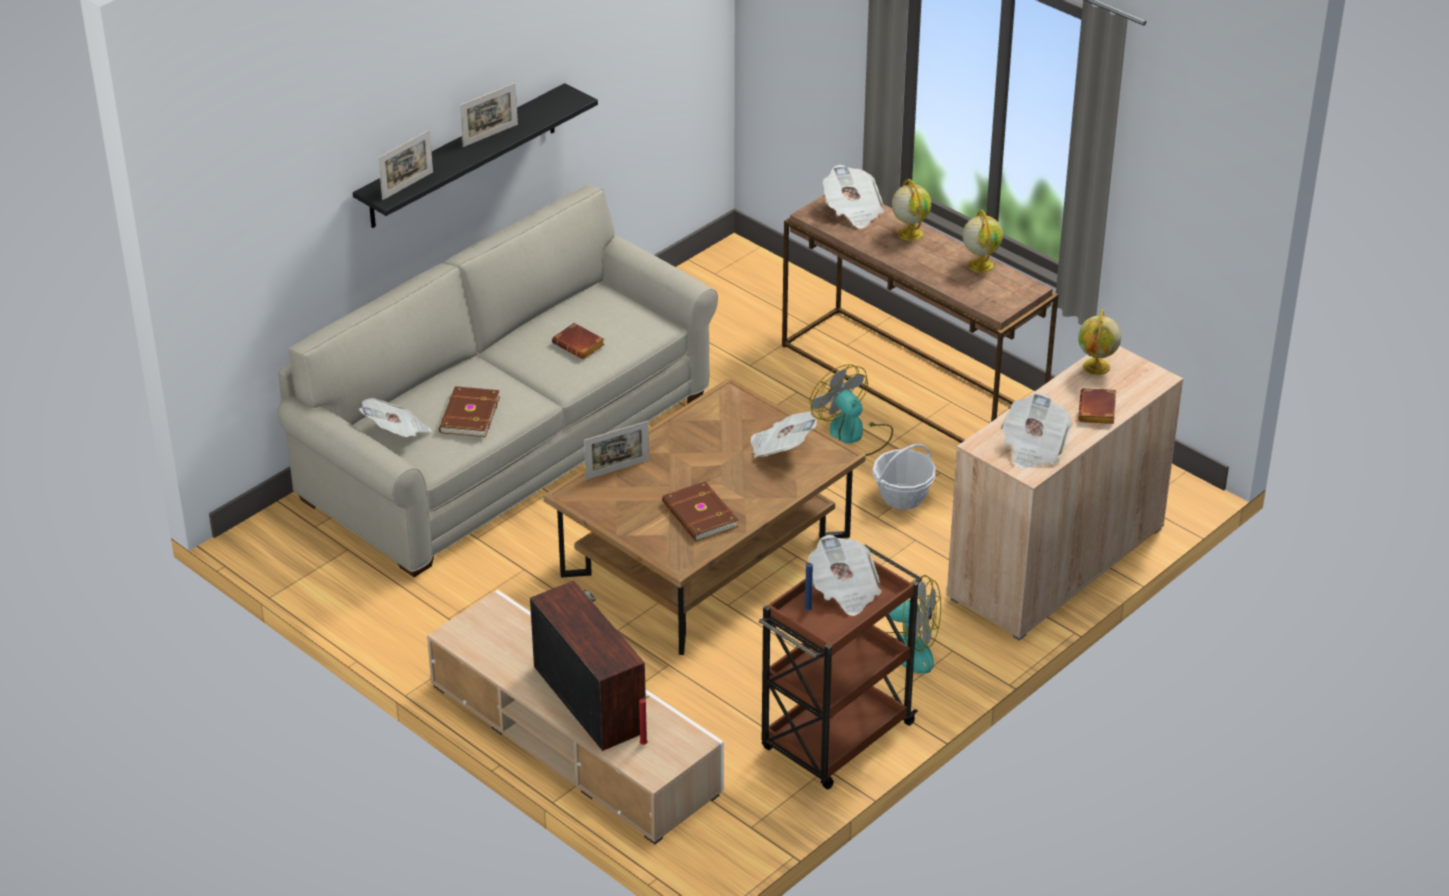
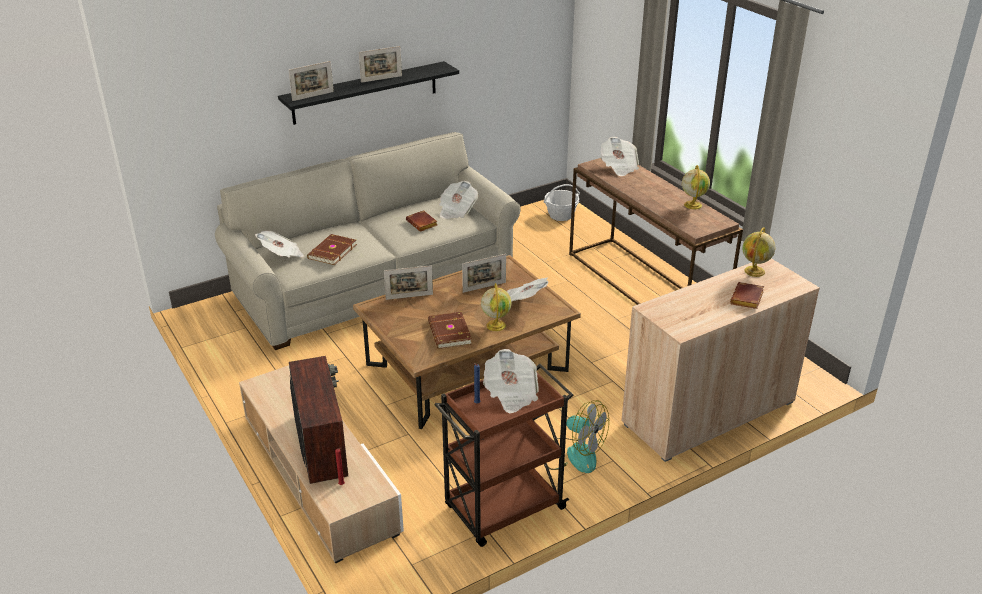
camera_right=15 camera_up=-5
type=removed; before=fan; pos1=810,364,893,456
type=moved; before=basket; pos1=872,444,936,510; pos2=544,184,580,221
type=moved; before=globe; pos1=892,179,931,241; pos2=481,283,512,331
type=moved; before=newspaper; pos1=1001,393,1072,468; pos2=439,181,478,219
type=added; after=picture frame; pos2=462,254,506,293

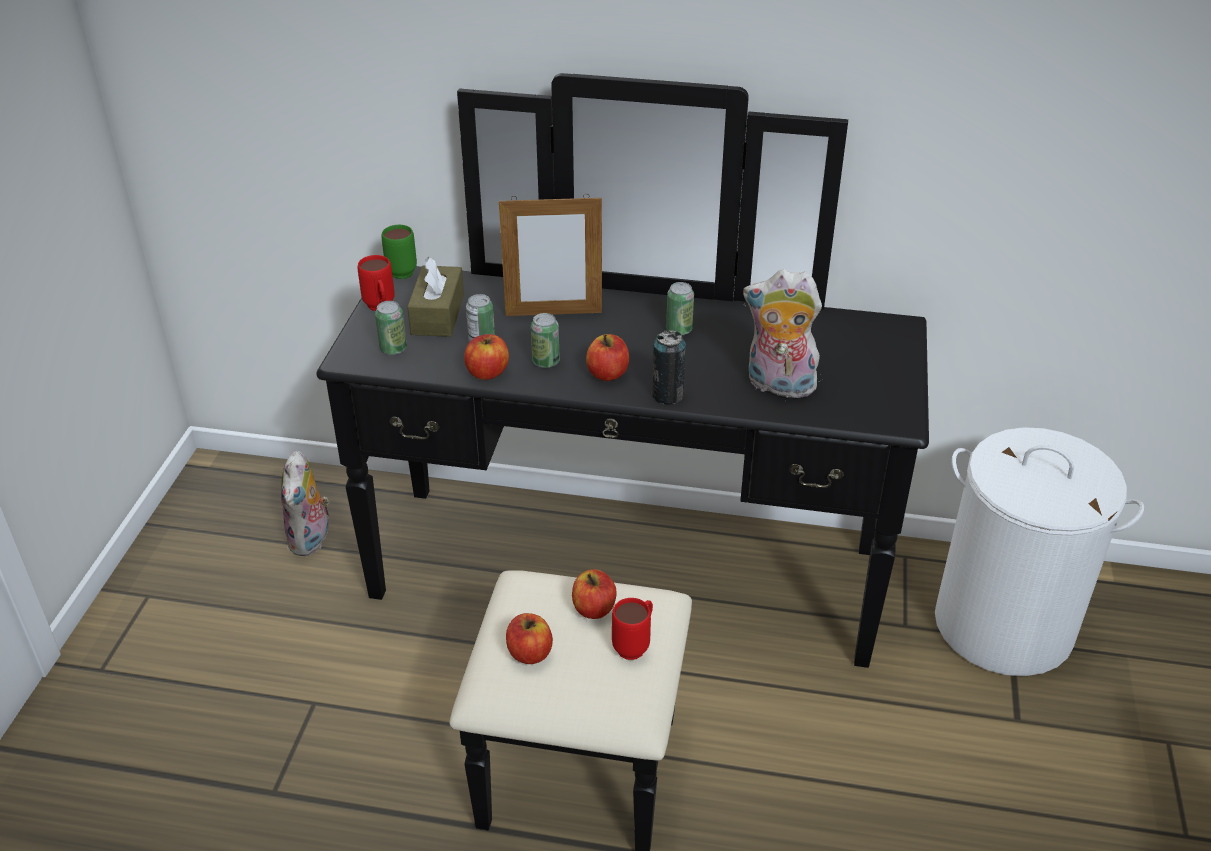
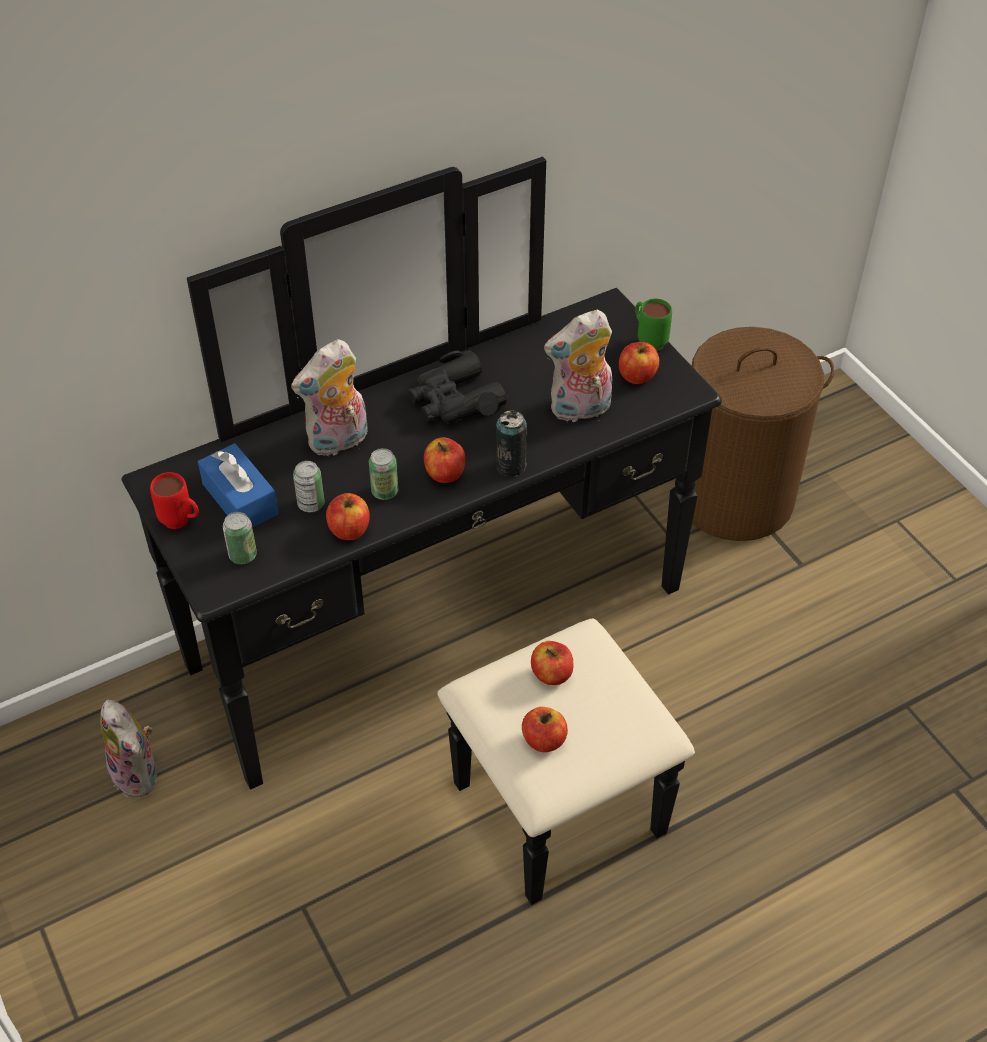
camera_right=-40 camera_up=10
type=moved; before=green mug; pos1=382,225,417,279; pos2=635,299,672,351
type=recoloured; before=brown tissue box; after=blue tissue box; pos1=407,257,464,337; pos2=198,443,279,527
type=replaced; before=picture frame; after=plush toy; pos1=499,194,602,316; pos2=291,340,368,456
type=removed; before=red mug; pos1=612,598,653,660
type=replaced; before=can; after=black binoculars; pos1=666,282,694,335; pos2=408,350,508,423
type=recoloured; before=white laundry basket; after=brown laundry basket; pos1=935,427,1144,676; pos2=692,327,834,541
type=added; after=apple; pos2=619,342,659,384

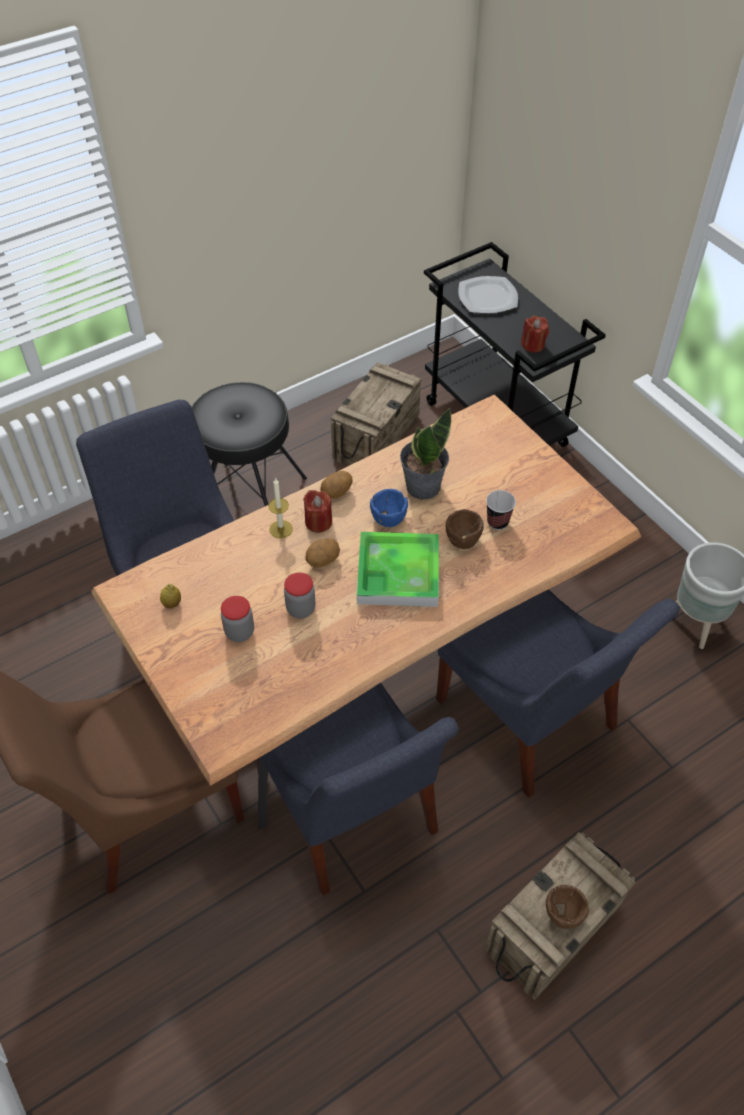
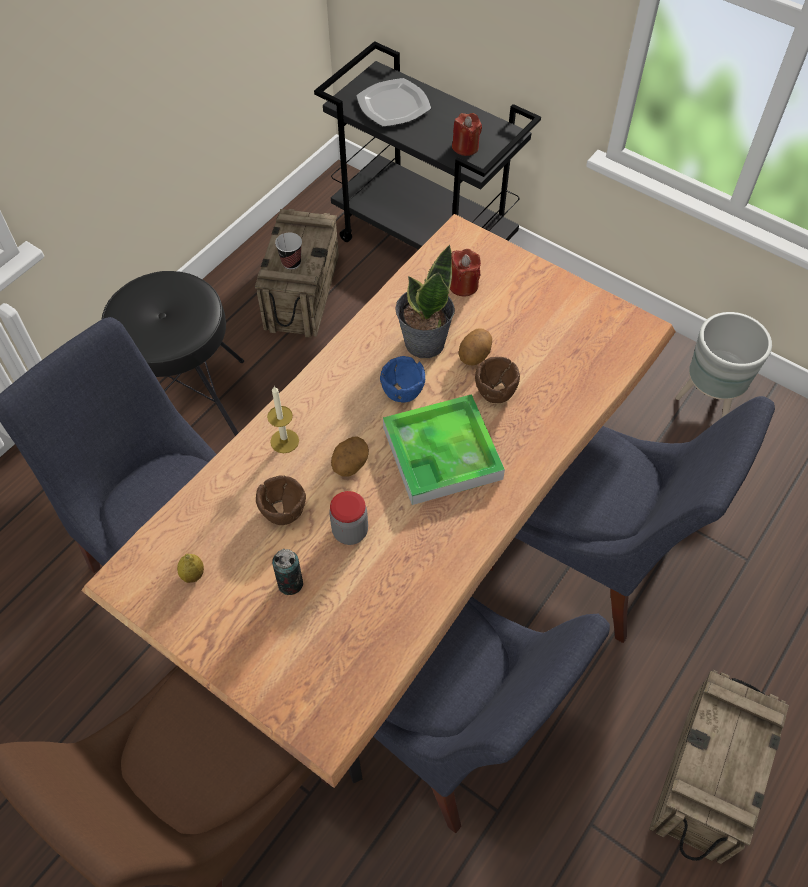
camera_right=-20 camera_up=5
type=replaced; before=jar; after=can; pos1=221,596,254,642; pos2=272,549,303,595
type=moved; before=red candle; pos1=303,490,332,533; pos2=450,249,481,297
type=moved; before=potato; pos1=320,471,352,499; pos2=459,329,492,365
type=moved; before=cup; pos1=486,490,516,530; pos2=275,233,302,269
type=moved; before=brown bowl; pos1=546,885,589,929; pos2=256,475,306,525

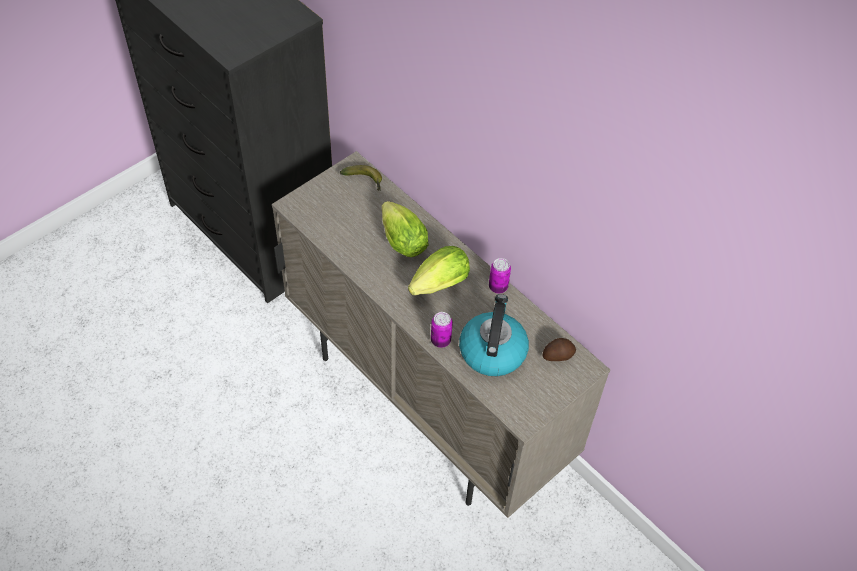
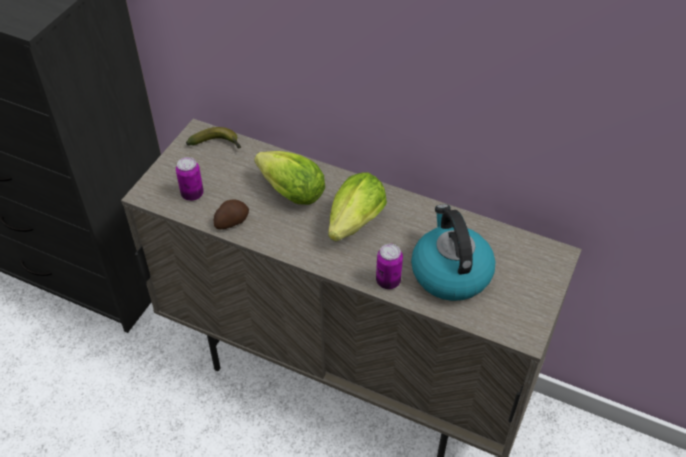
camera_right=-20 camera_up=-5
type=moved; before=can; pos1=489,258,511,294; pos2=176,157,204,201
type=moved; before=potato; pos1=542,338,576,361; pos2=214,199,249,230

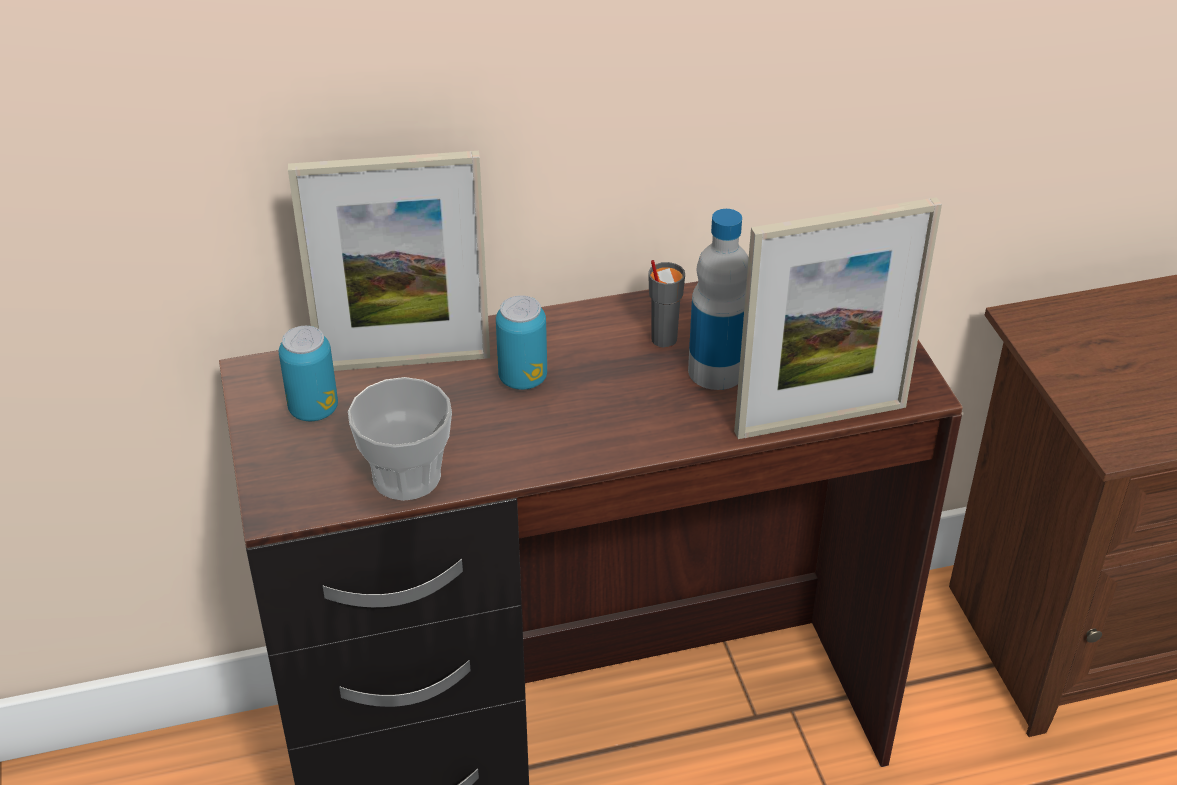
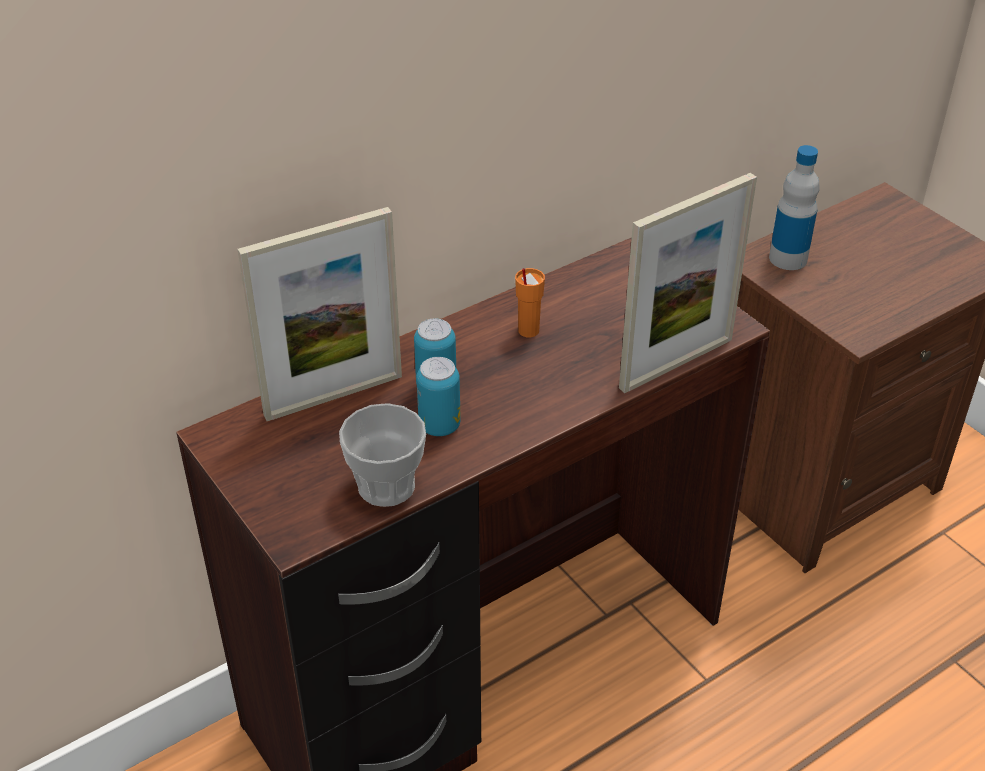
camera_right=-20 camera_up=0
type=moved; before=can; pos1=279,326,338,421; pos2=416,357,461,436
type=recoloured; before=grey cup; after=orange cup; pos1=648,260,685,347; pos2=515,268,545,337
type=moved; before=bottle; pos1=688,209,748,390; pos2=769,145,820,270

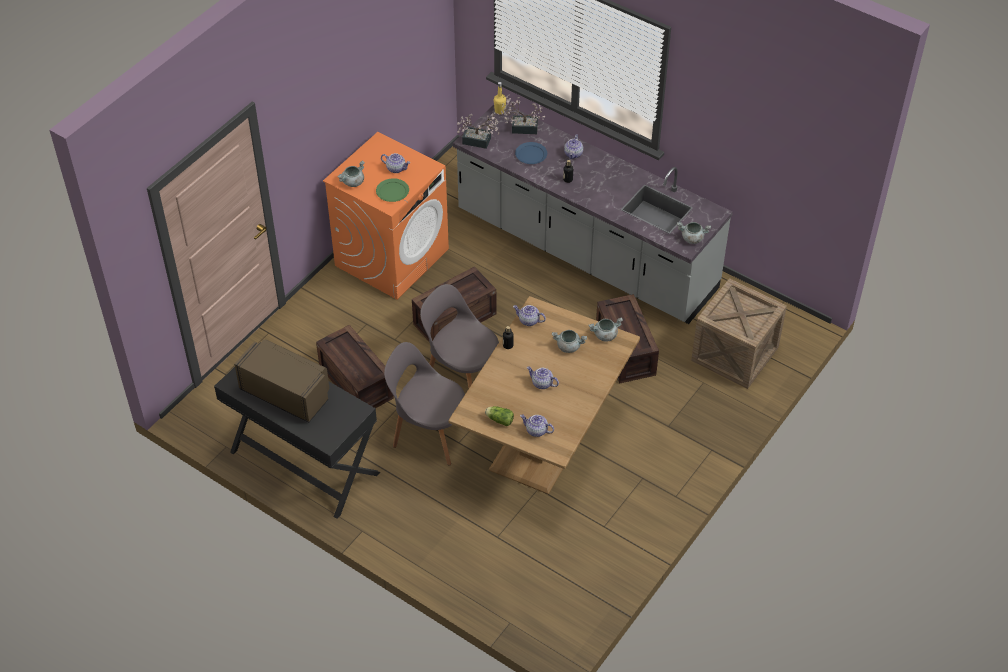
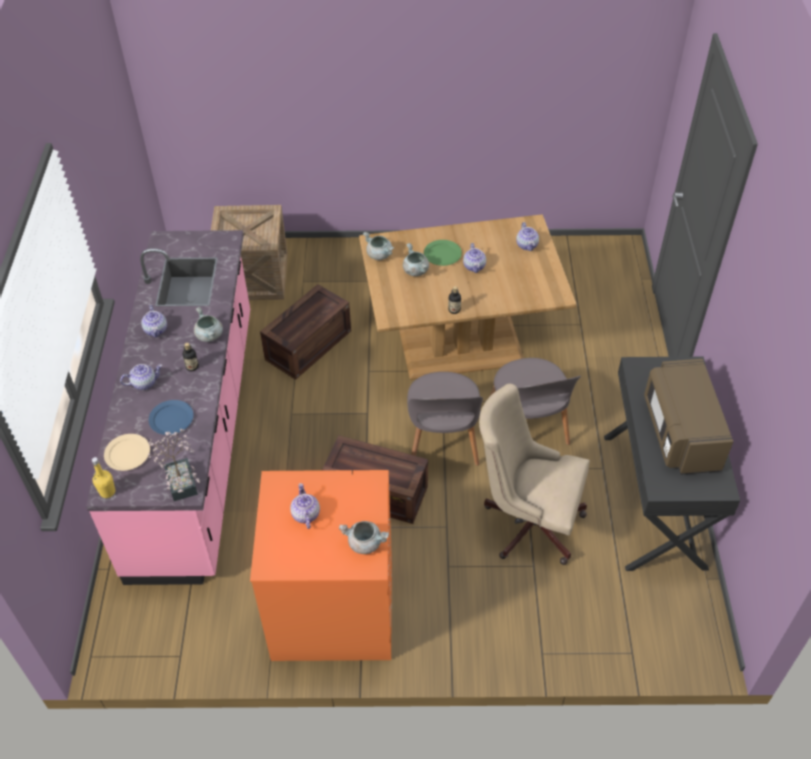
camera_right=-125 camera_up=0
type=replaced; before=crate; after=beige office chair; pos1=316,325,394,408; pos2=479,384,590,565
type=moved; before=green plate; pos1=376,178,409,202; pos2=424,240,462,266
type=recoloured; before=grey counter; after=pink counter; pos1=453,105,733,324; pos2=86,230,250,585
type=removed; before=lettuce; pos1=485,406,514,426
type=replaced; before=potted plant; after=beige plate; pos1=501,95,545,134; pos2=104,434,150,471
type=moved; before=teapot; pos1=513,305,546,326; pos2=141,305,167,338
type=moved; before=grey cooking pot; pos1=677,222,711,244; pos2=194,307,223,342

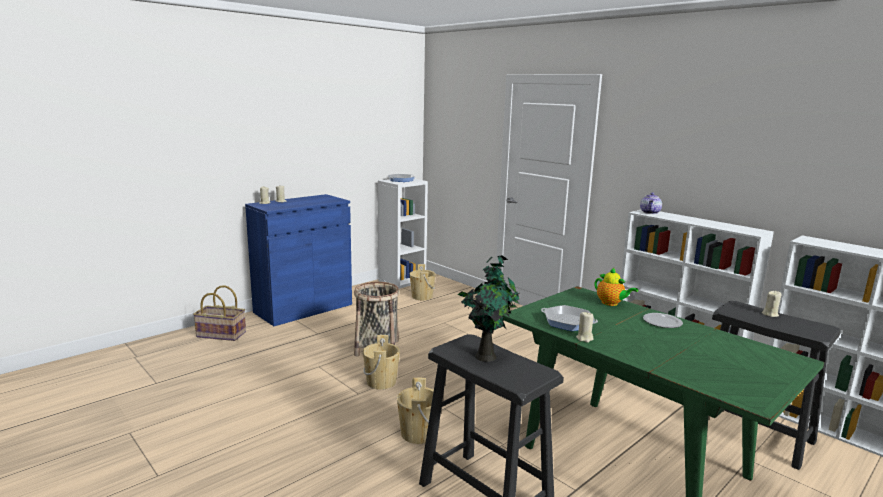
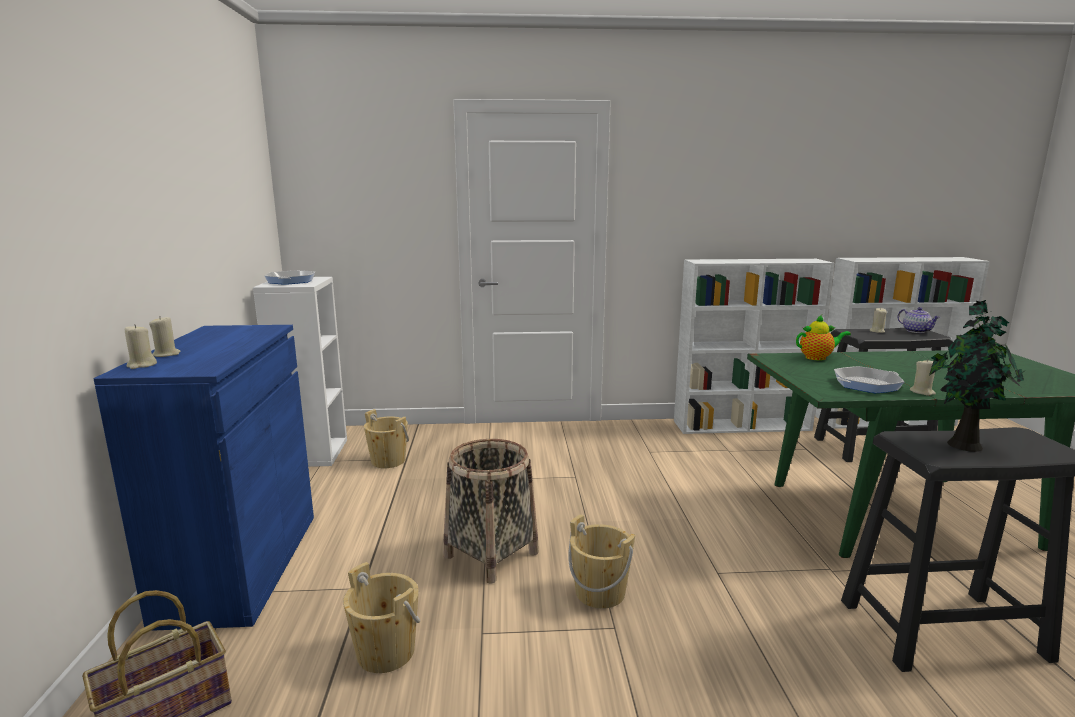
camera_right=-50 camera_up=0
type=moved; before=beige bucket; pos1=397,378,434,444; pos2=343,562,420,673
type=moved; before=teapot; pos1=640,192,662,214; pos2=897,307,940,333
type=removed; before=plate; pos1=643,313,683,328

